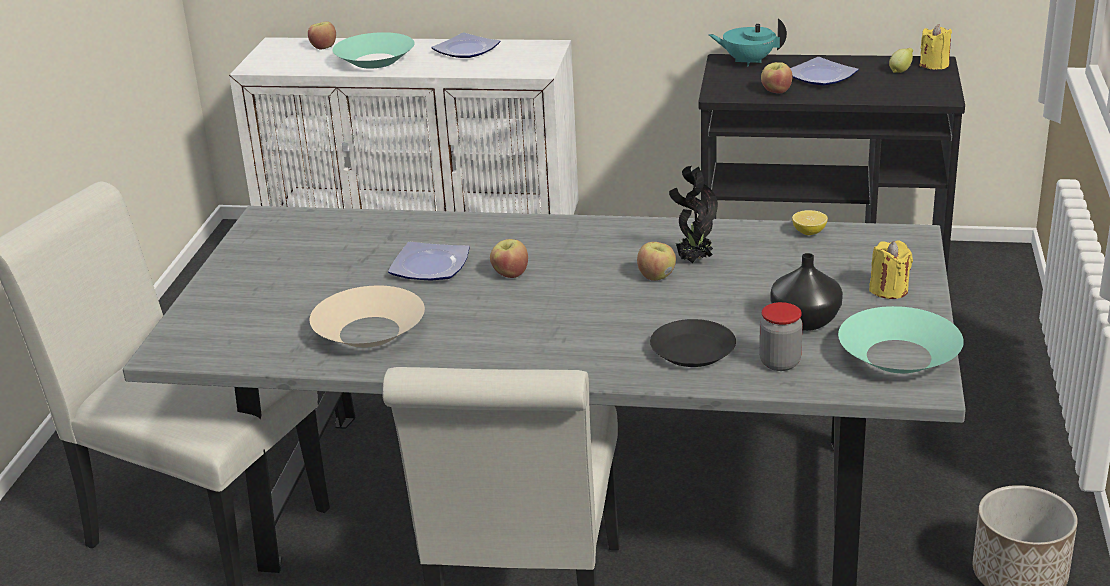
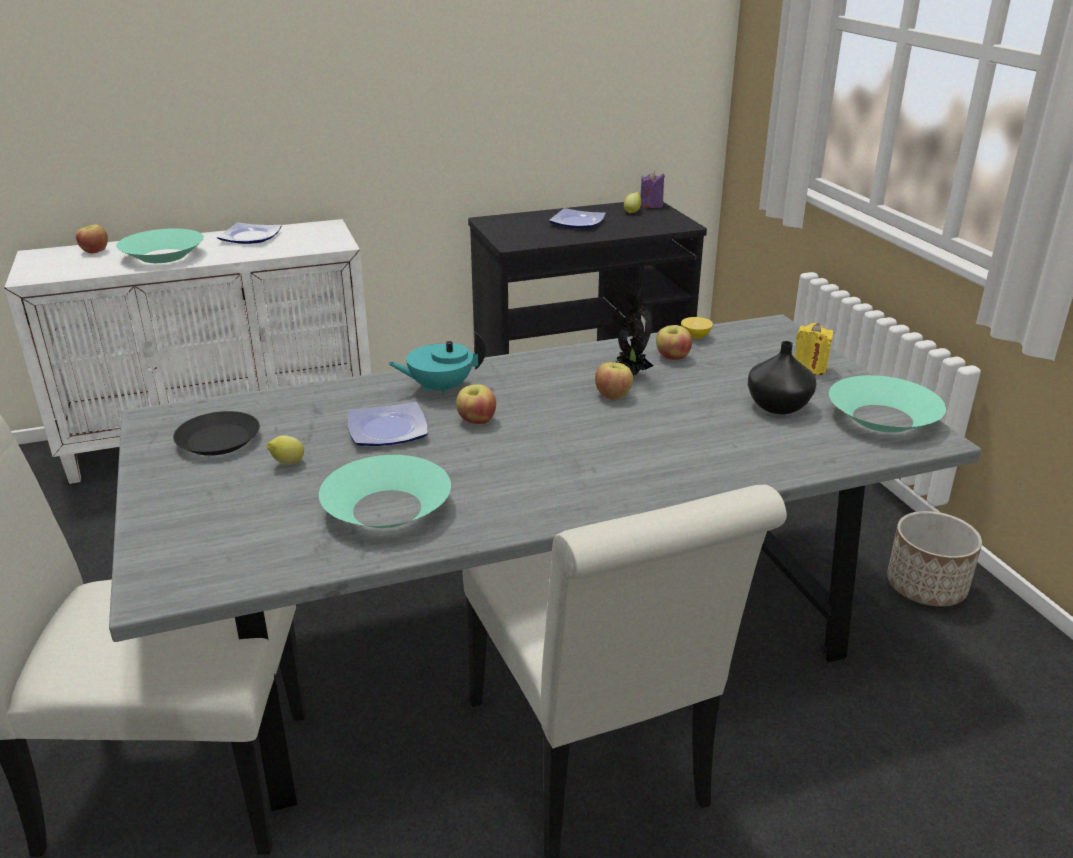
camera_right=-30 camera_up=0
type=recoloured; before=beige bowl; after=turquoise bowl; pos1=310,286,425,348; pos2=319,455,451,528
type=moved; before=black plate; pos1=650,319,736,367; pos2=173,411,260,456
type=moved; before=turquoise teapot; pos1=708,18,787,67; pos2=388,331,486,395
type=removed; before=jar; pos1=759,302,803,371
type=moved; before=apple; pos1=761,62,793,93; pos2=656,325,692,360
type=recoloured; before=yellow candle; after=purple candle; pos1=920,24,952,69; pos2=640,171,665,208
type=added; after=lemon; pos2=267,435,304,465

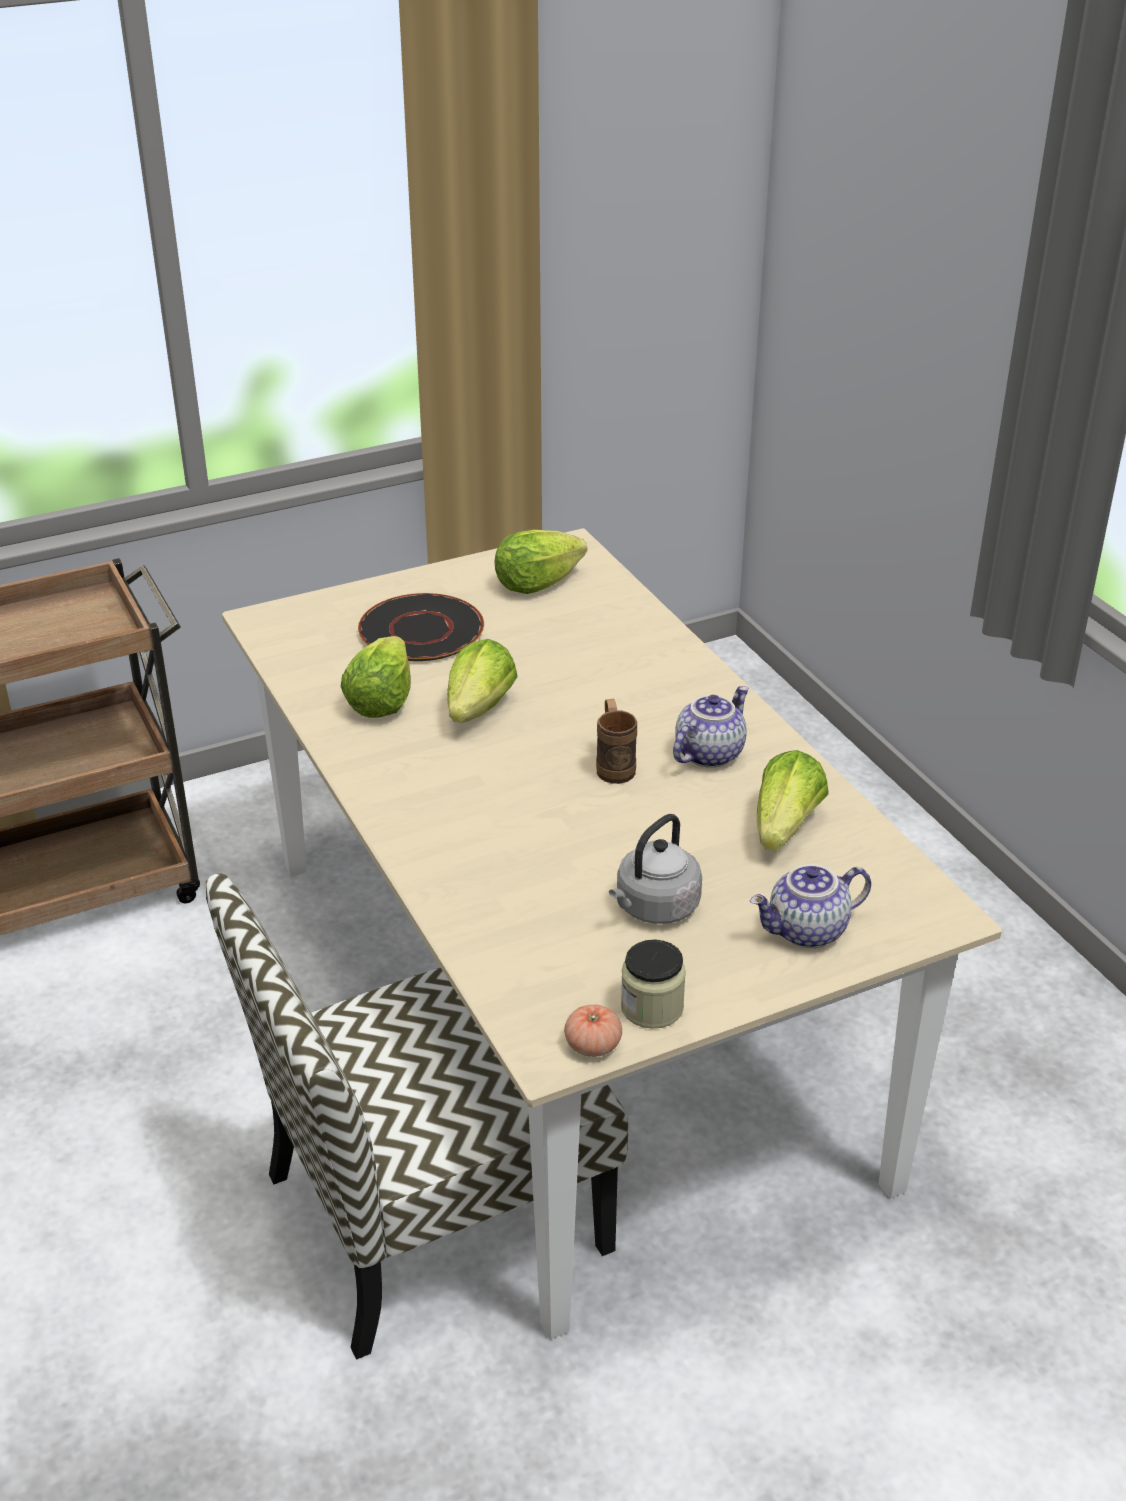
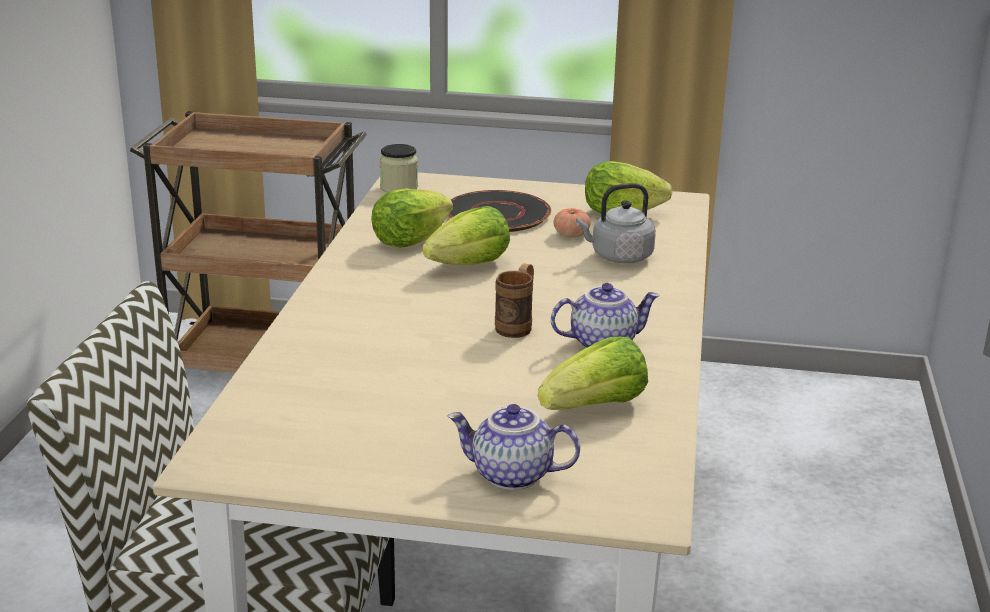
camera_right=35 camera_up=-10
type=moved; before=tomato; pos1=564,1004,622,1057; pos2=553,208,591,238
type=moved; before=grey kettle; pos1=609,814,702,924; pos2=576,183,656,263
type=moved; before=jar; pos1=621,940,686,1029; pos2=379,144,418,193

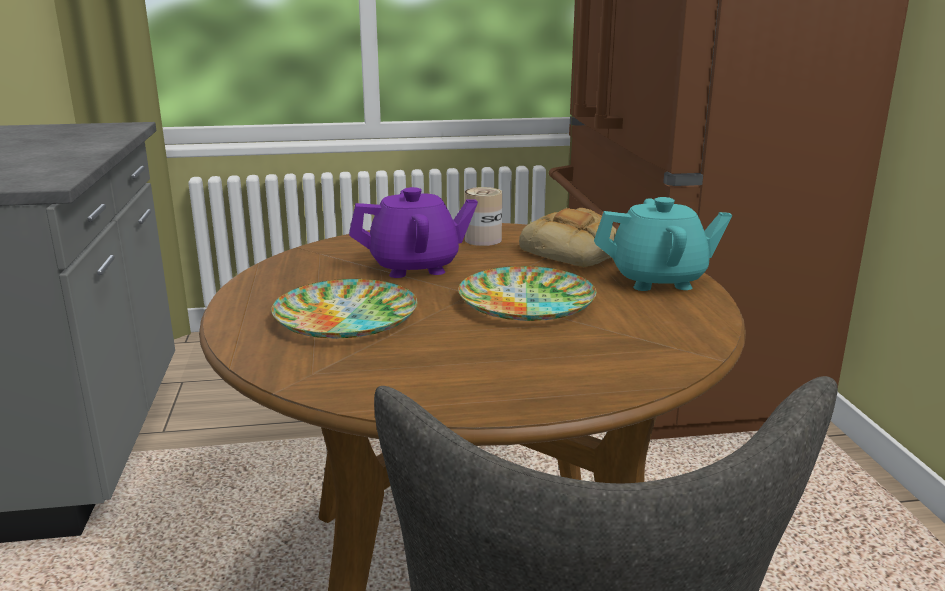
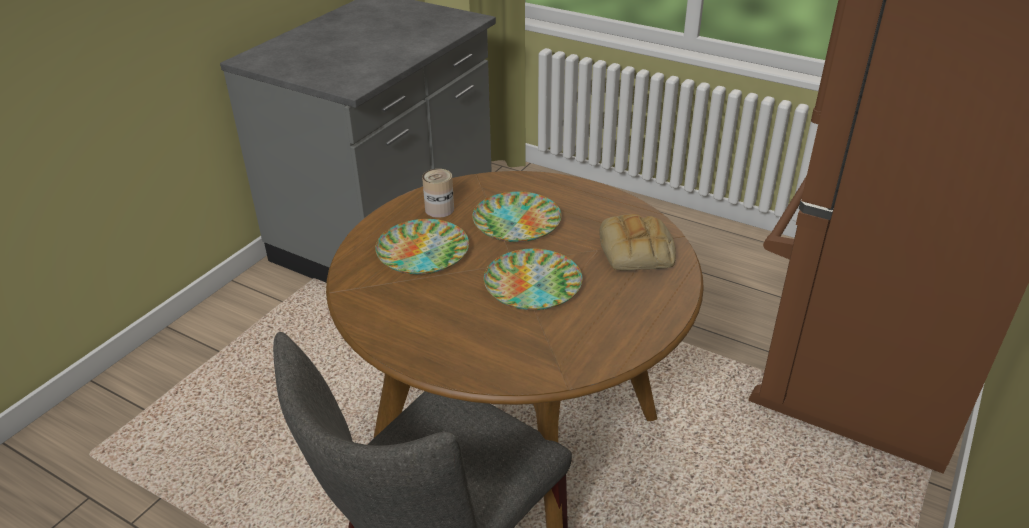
camera_right=40 camera_up=15
type=replaced; before=purple teapot; after=plate; pos1=349,187,478,278; pos2=472,191,561,242
type=moved; before=can; pos1=464,187,502,246; pos2=422,169,454,218
type=removed; before=turquoise teapot; pos1=594,197,732,291

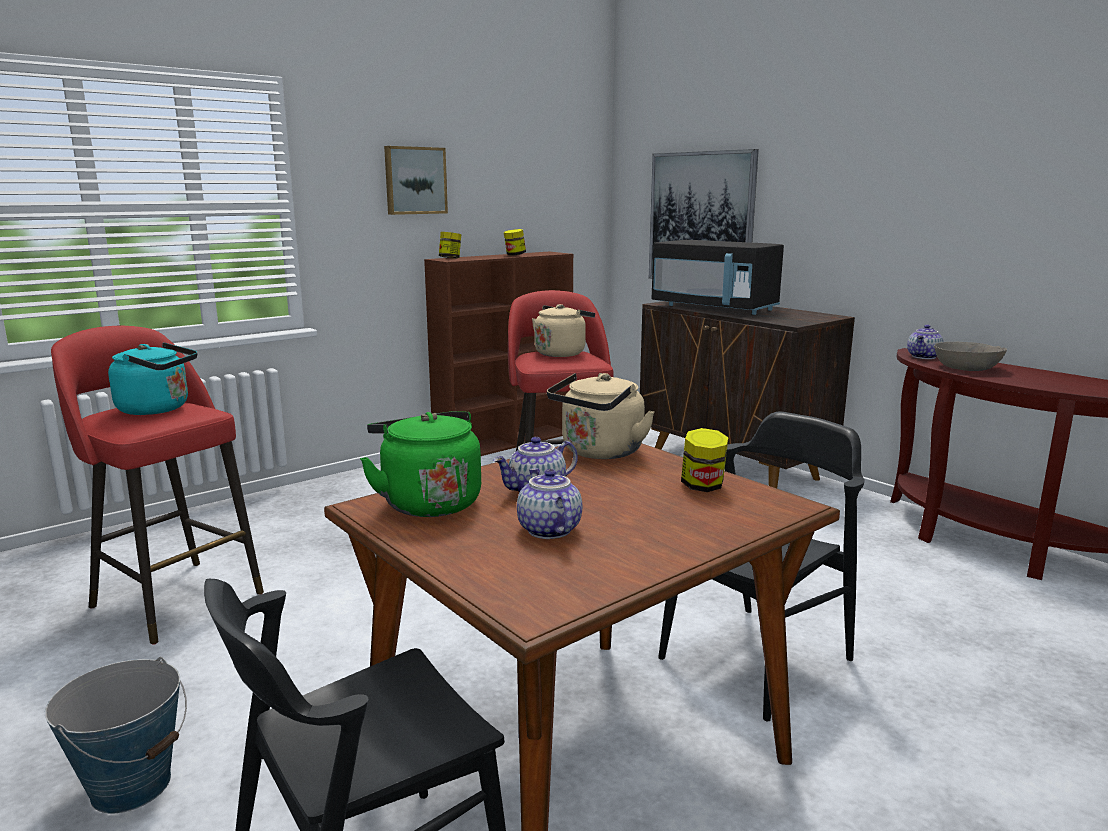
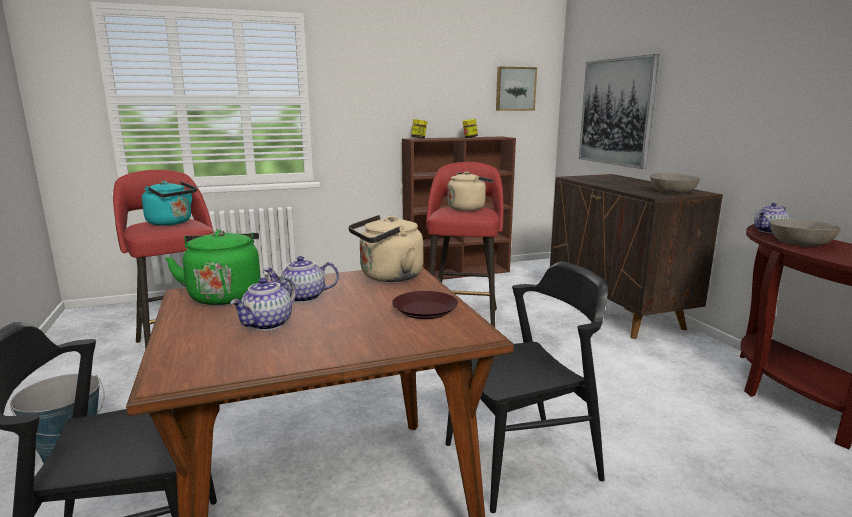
camera_right=20 camera_up=0
type=moved; before=picture; pos1=384,146,448,215; pos2=496,67,537,111
type=turned; before=teapot; pos1=517,468,582,539; pos2=230,278,296,331; turn=-150
type=removed; before=black microwave; pos1=652,240,784,315
type=replaced; before=jar; after=brown plate; pos1=681,428,729,492; pos2=392,291,458,319
type=added; after=grey bowl; pos2=650,173,700,194

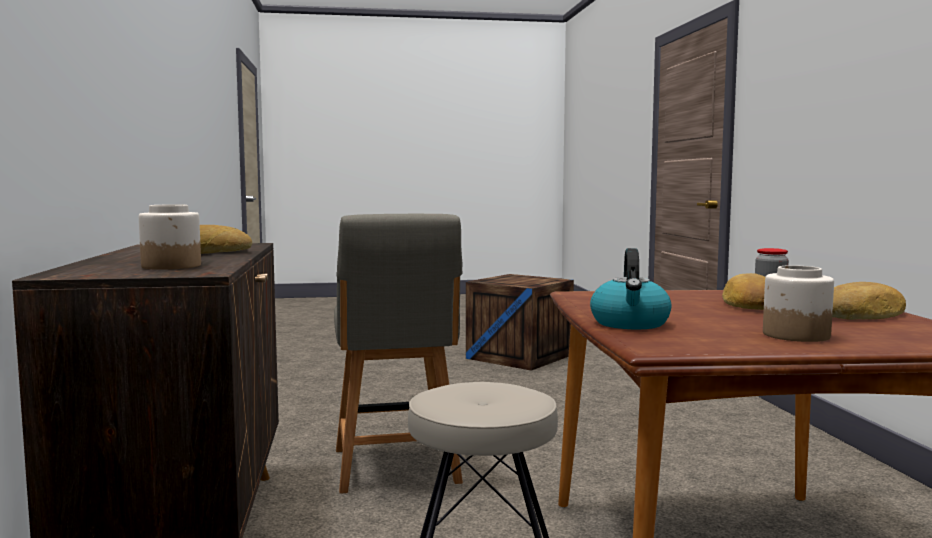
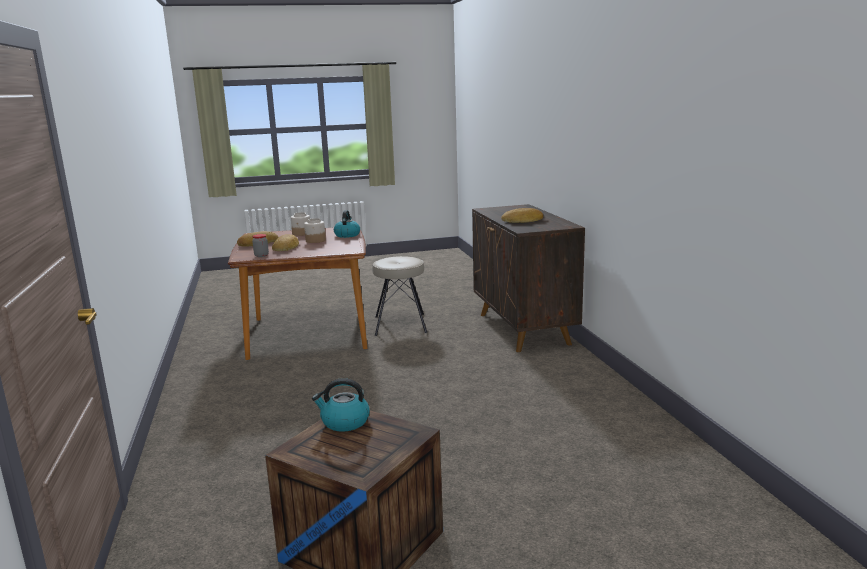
camera_right=175 camera_up=10
type=moved; before=jar; pos1=139,204,201,270; pos2=304,218,326,243
type=removed; before=grey chair; pos1=334,214,463,494
type=added; after=kettle; pos2=312,378,370,432

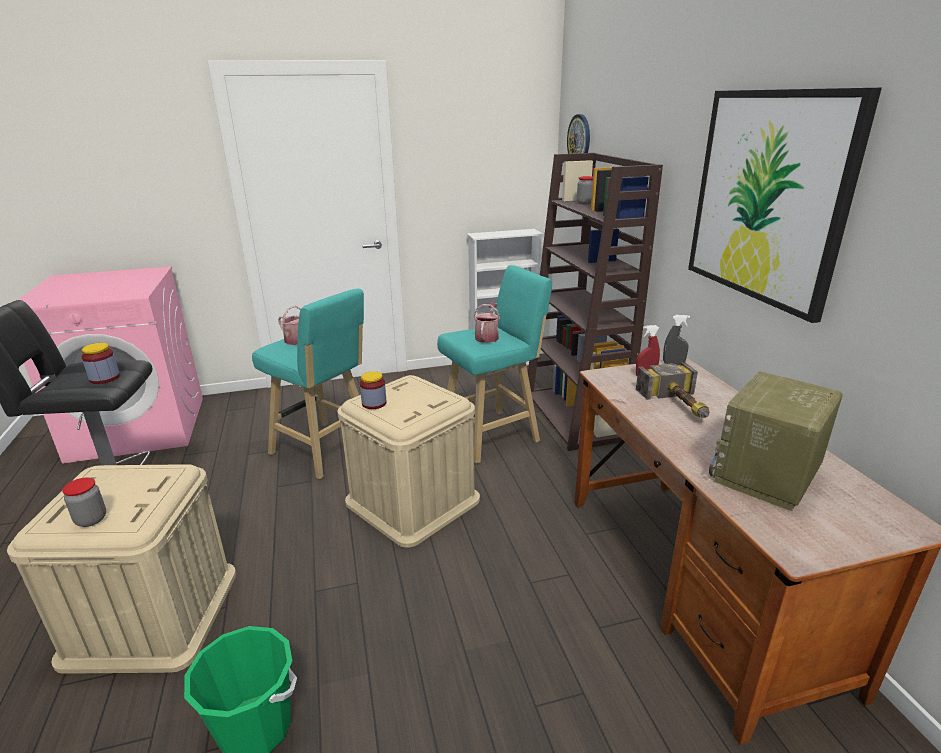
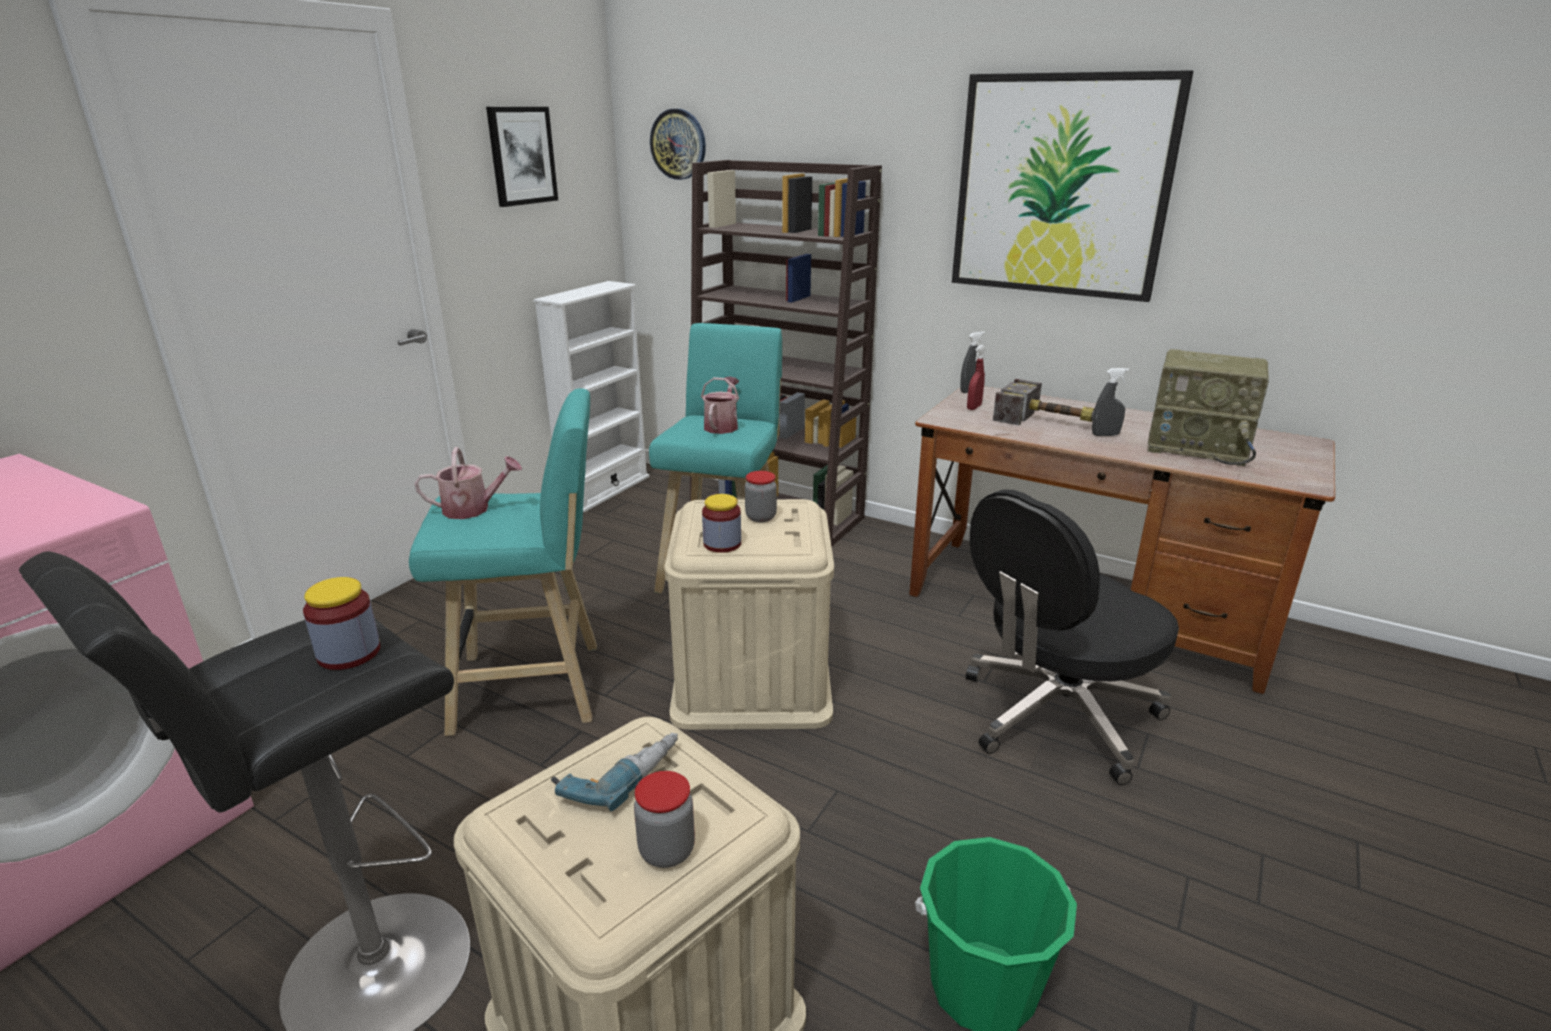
camera_right=-45 camera_up=0
type=turned; before=watering can; pos1=473,302,500,343; pos2=701,377,739,434; turn=45
type=moved; before=jar; pos1=577,176,593,205; pos2=745,471,777,523
type=turned; before=radio; pos1=709,371,843,511; pos2=1147,349,1269,466; turn=-60
type=added; after=picture; pos2=486,107,558,207
type=added; after=power drill; pos2=551,733,678,811
type=added; after=black office chair; pos2=966,489,1179,785
type=added; after=grey spray bottle; pos2=1092,368,1129,436

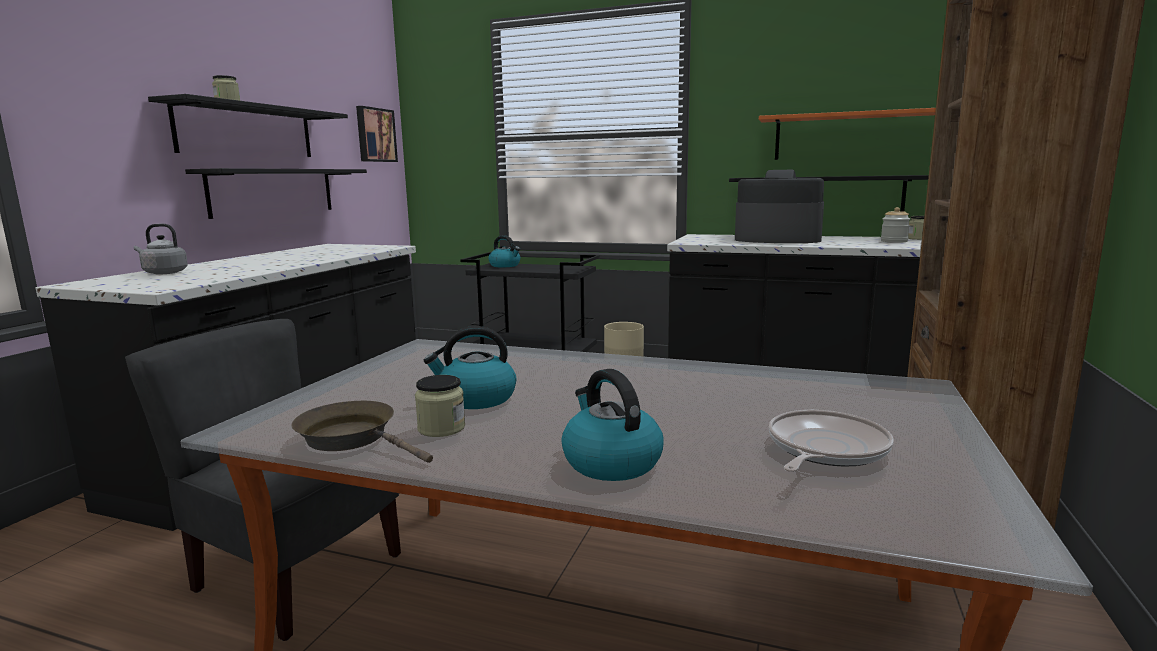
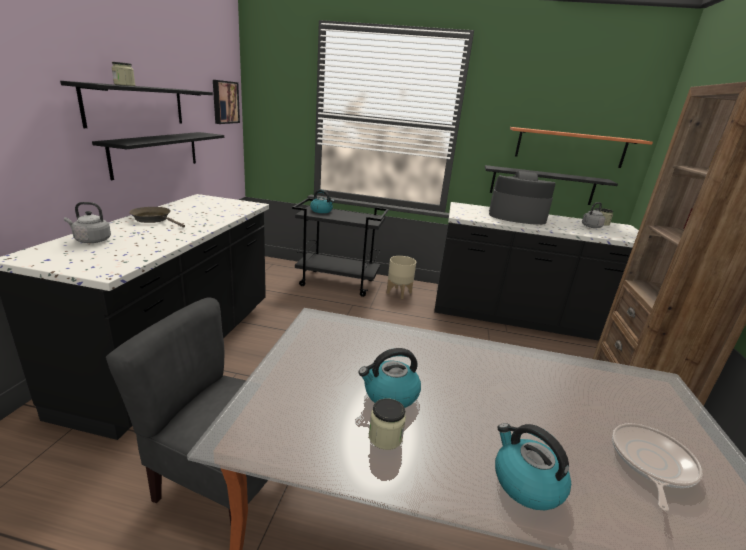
camera_right=-10 camera_up=10
type=moved; before=brown frying pan; pos1=292,401,433,463; pos2=129,207,185,227
type=replaced; before=jar; after=grey kettle; pos1=881,207,910,243; pos2=582,202,605,228

